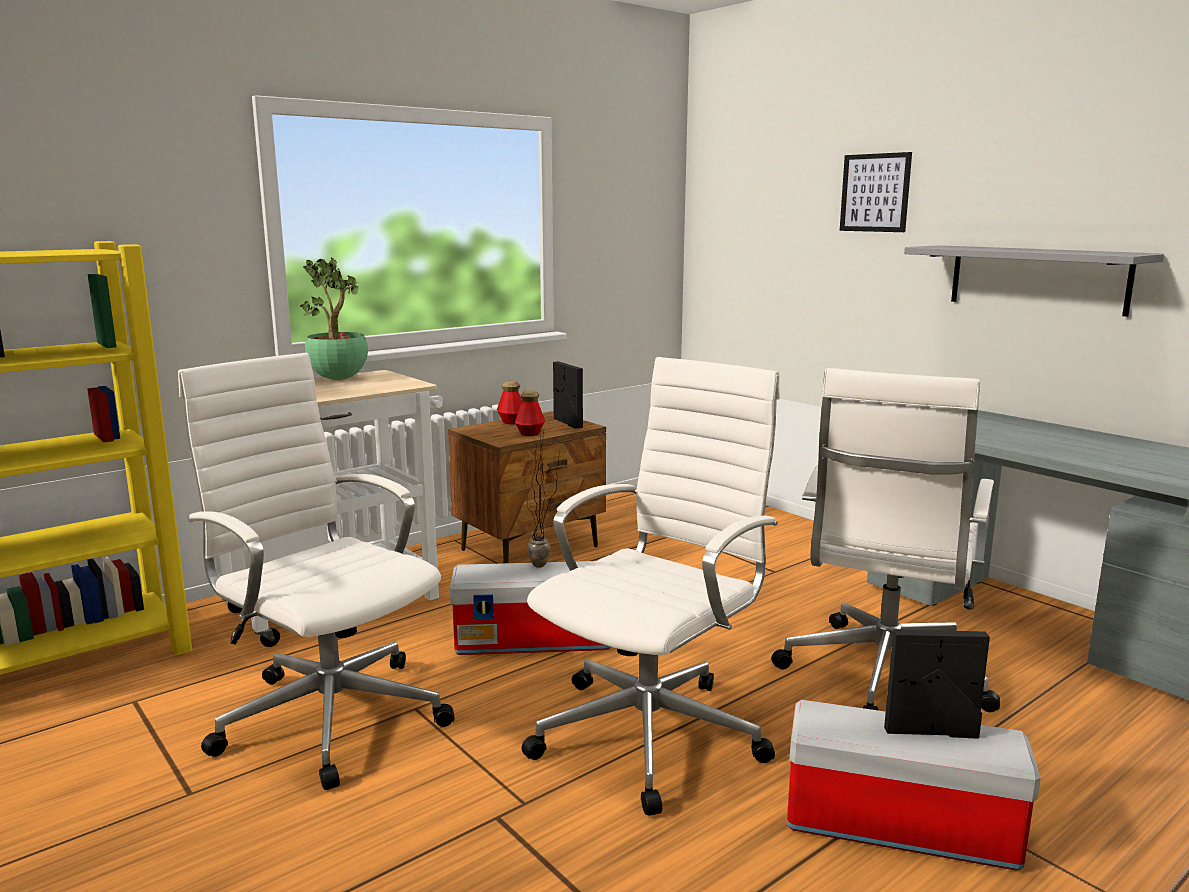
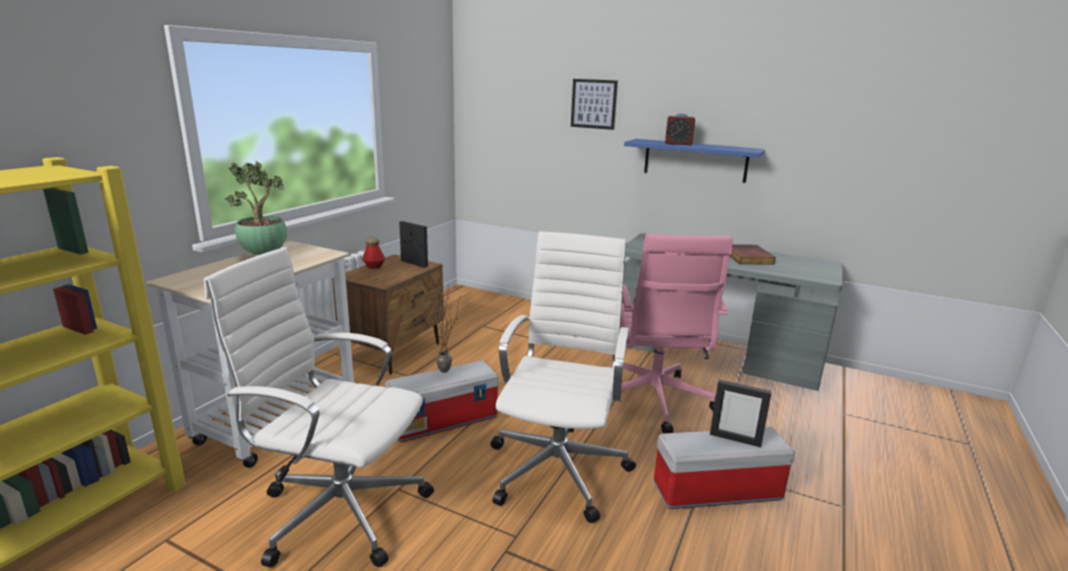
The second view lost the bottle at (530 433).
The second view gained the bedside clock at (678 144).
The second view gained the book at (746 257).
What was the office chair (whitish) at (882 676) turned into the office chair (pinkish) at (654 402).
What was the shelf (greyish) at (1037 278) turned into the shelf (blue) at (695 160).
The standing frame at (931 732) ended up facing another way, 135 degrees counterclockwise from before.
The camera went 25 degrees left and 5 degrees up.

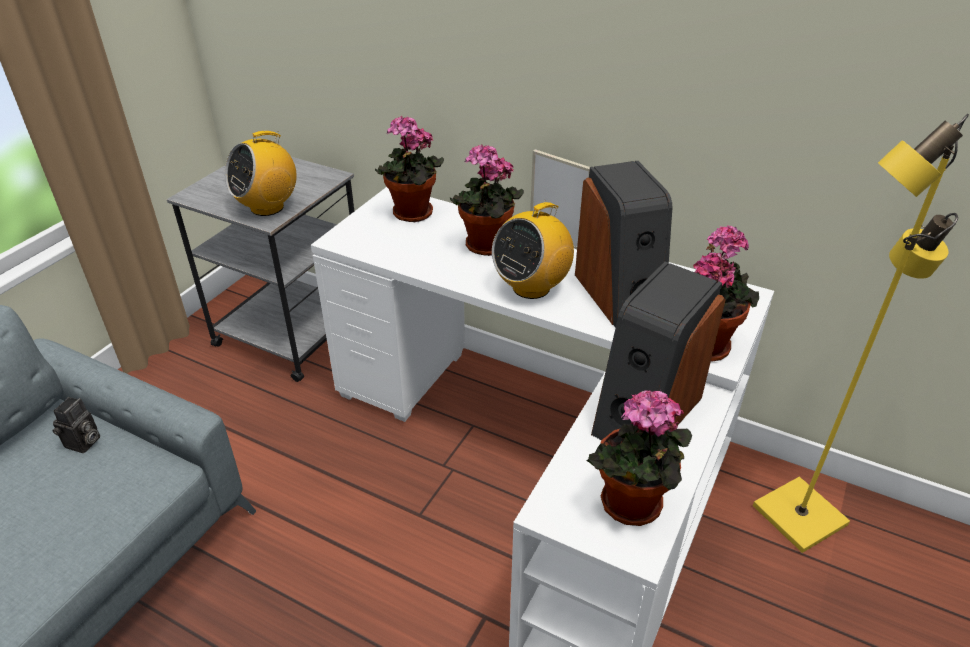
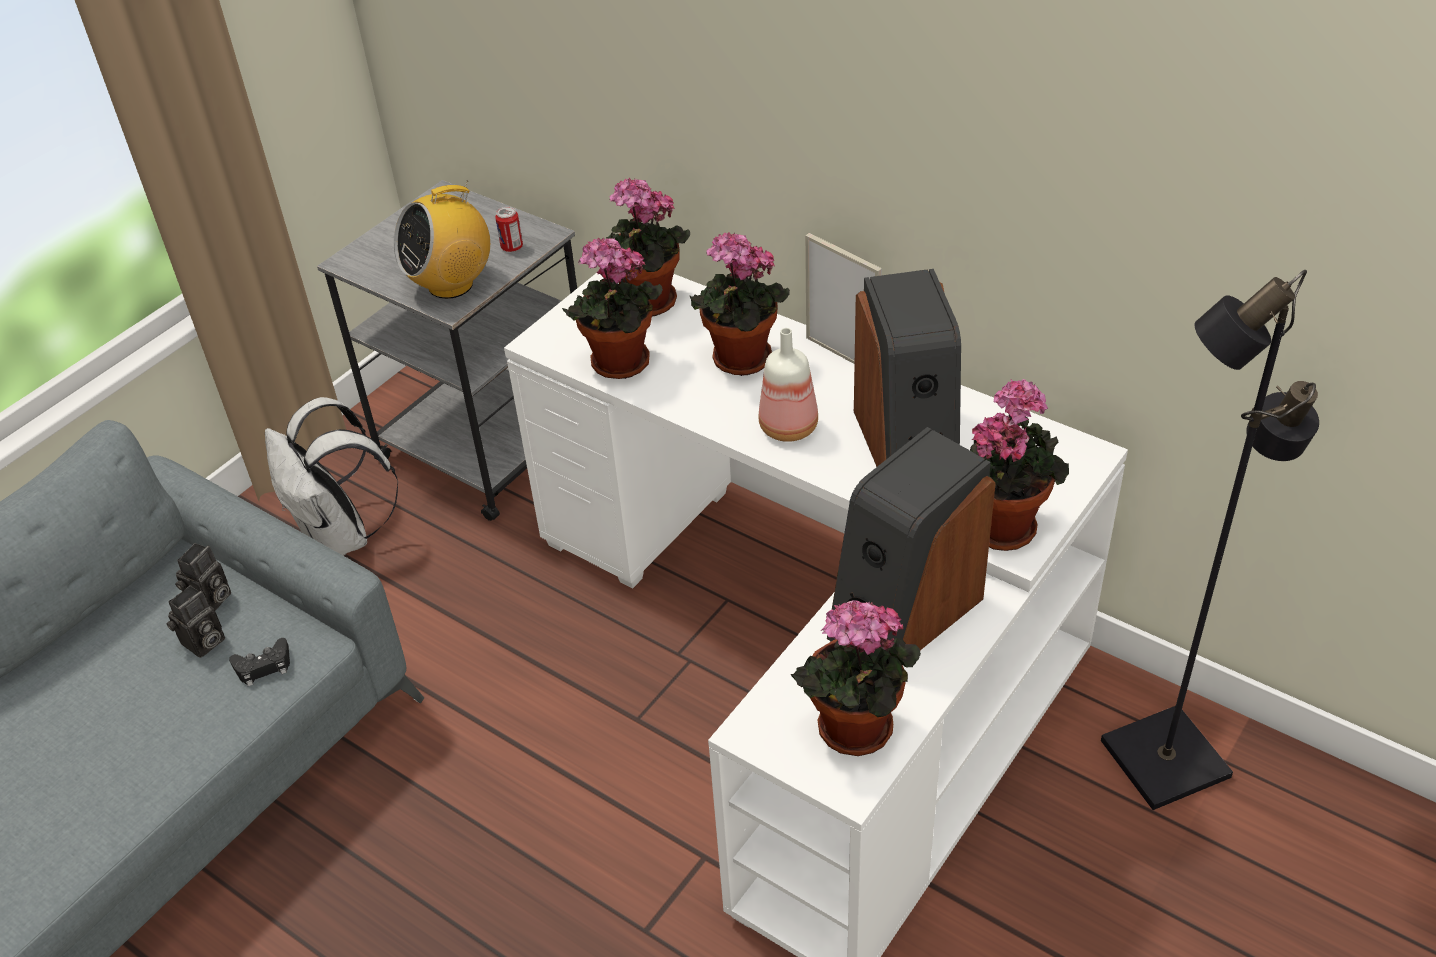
The second view gained the still camera at (203 644).
The second view gained the joypad (black) at (263 666).
The second view gained the rucksack (whitish) at (341 537).
The second view gained the metal can at (512 247).
The second view gained the potted plant at (618 366).
Where the radio stood at (531 287), the bottle came to stand at (790 427).
What was the standing lamp (yellow-coloured) at (800 515) turned into the standing lamp (black) at (1165 759).
The camera went 10 degrees right and 5 degrees up.

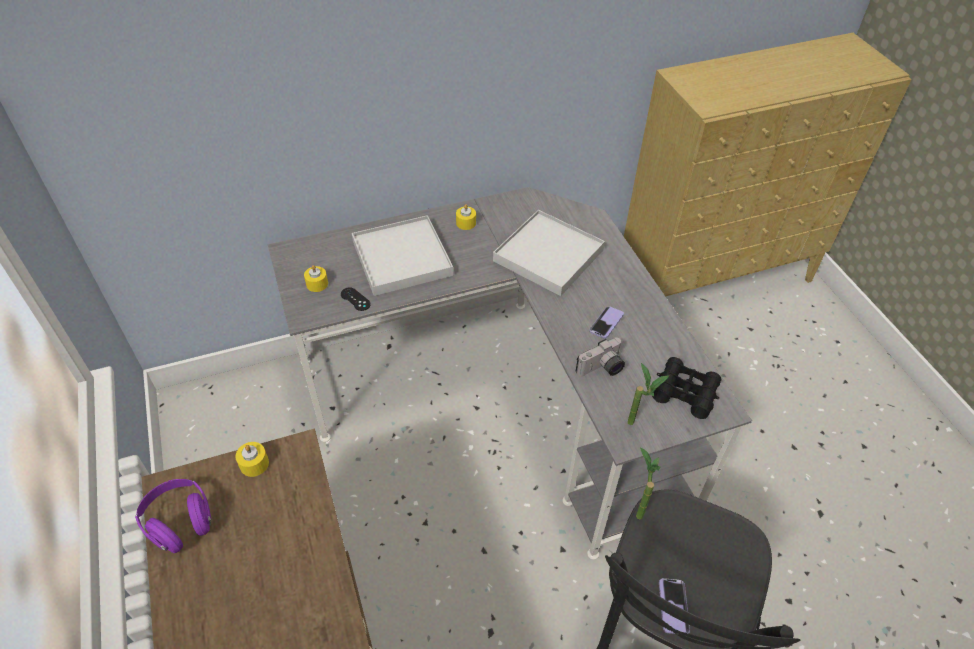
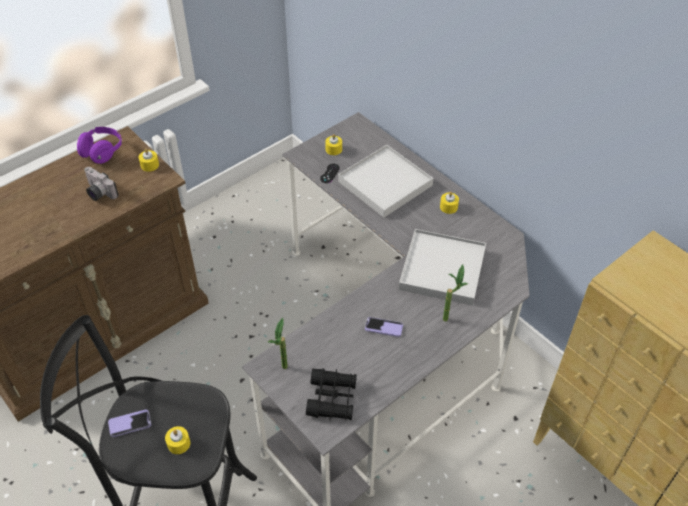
The second view gained the wax light (yellow-coloured) at (179 443).
The still camera ended up elsewhere, having gone from (601 369) to (98 193).
The potted plant ended up elsewhere, having gone from (636 509) to (449 316).
The camera went 70 degrees right and 0 degrees up.

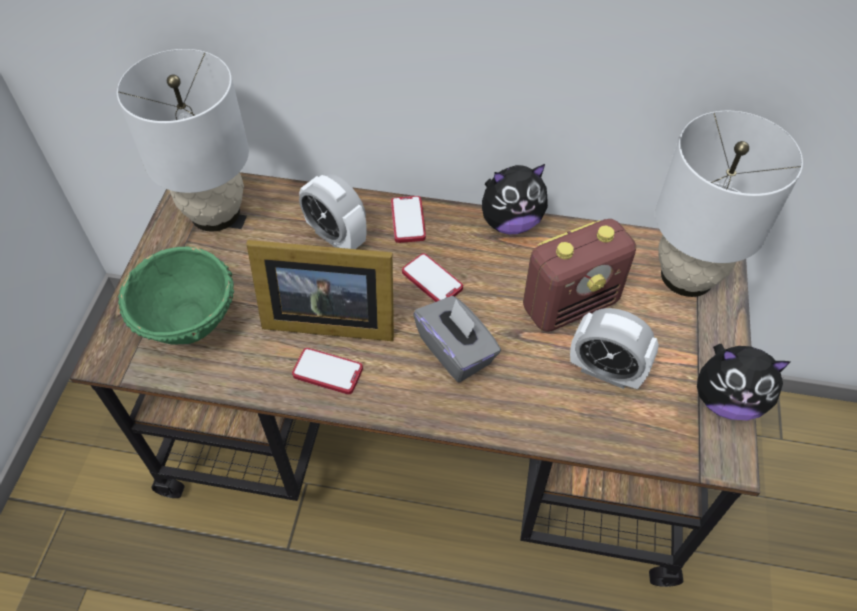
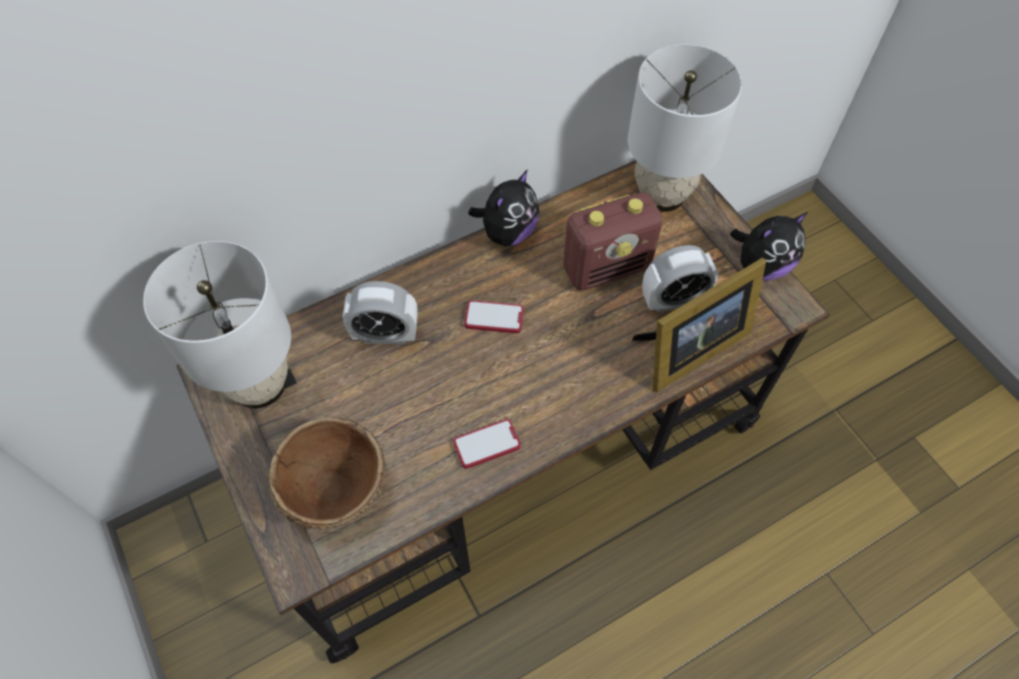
The second view lost the telephone at (408 220).
The second view lost the tissue box (greyish) at (456 351).
The standing frame ended up elsewhere, having gone from (326 318) to (689 350).
What was the deep dish (greenish) at (190 324) turned into the deep dish (brown) at (338 490).
The radio at (571 304) ended up facing another way, 45 degrees clockwise from before.
The camera went 40 degrees left and 5 degrees up.

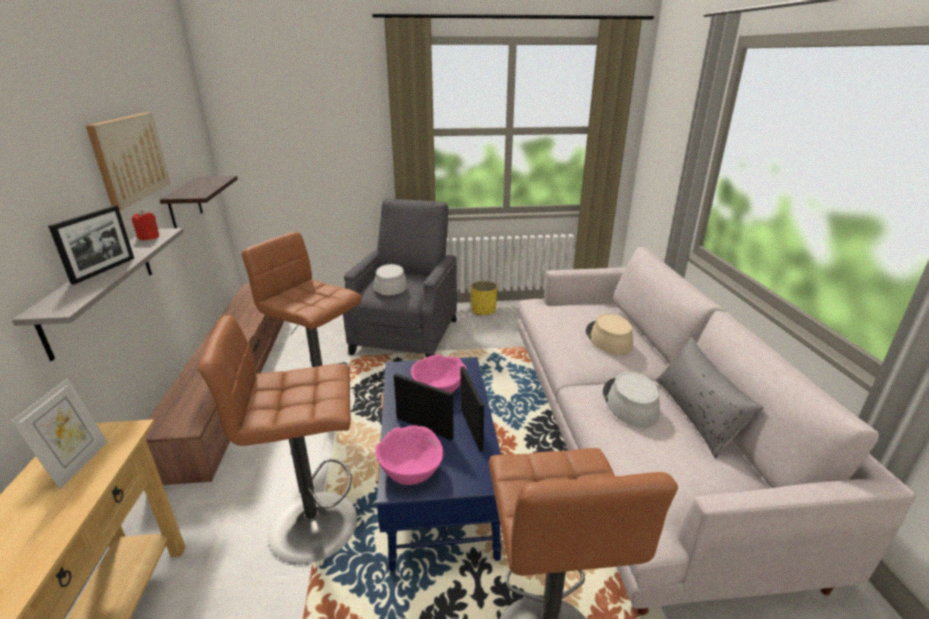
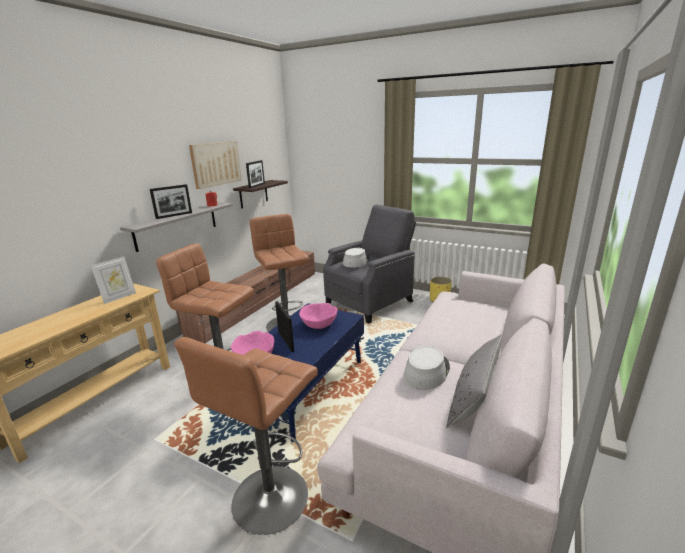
The second view lost the wearable hat (sand-coloured) at (608 338).
The standing frame ended up elsewhere, having gone from (471 428) to (257 186).
The camera went 35 degrees right and 5 degrees down.

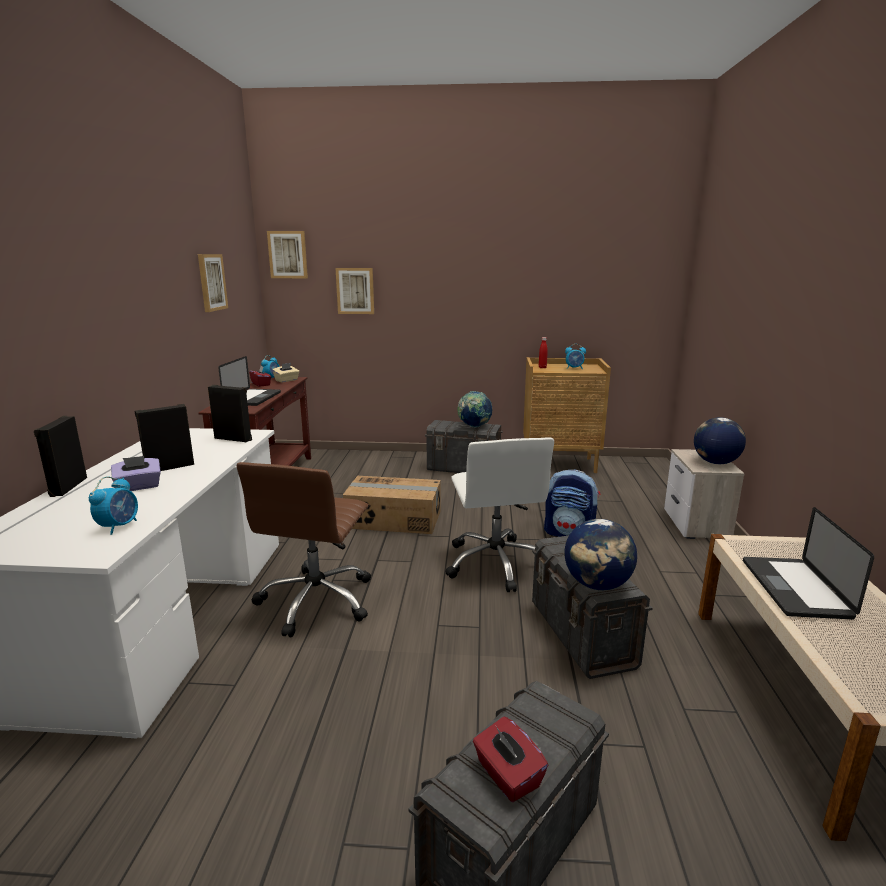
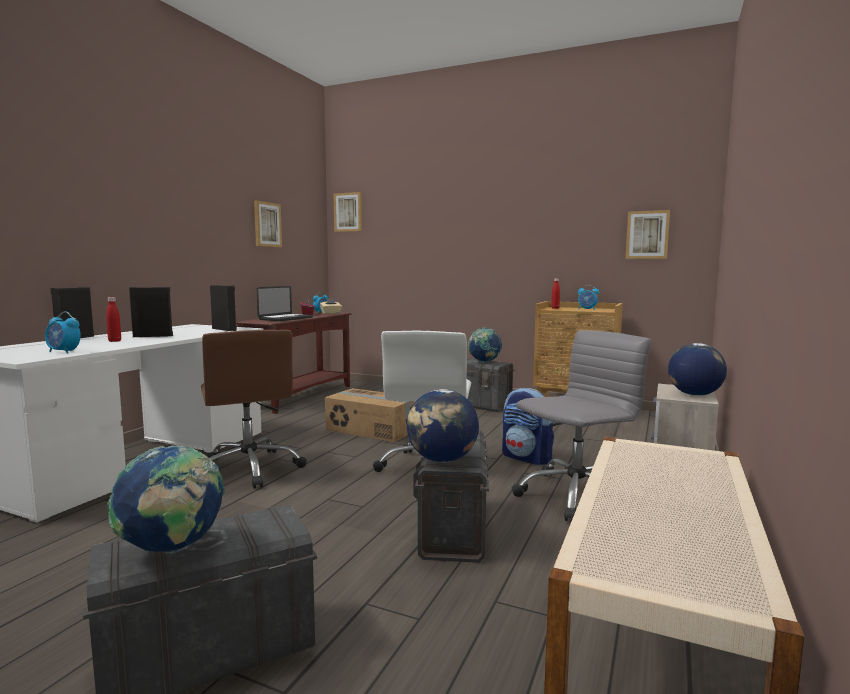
The second view lost the notebook computer at (795 588).
The second view gained the office chair (greyish) at (576 495).
The picture ended up elsewhere, having gone from (355 291) to (647 235).
Where the tissue box (purplish) stood at (139 487), the bottle (reddish) came to stand at (114 341).
Where the tissue box (reddish) stood at (507 775), the world globe came to stand at (172 549).
The bedside clock at (119 526) ended up facing another way, 75 degrees clockwise from before.
The office chair (brown) at (316 601) ended up facing another way, 60 degrees counterclockwise from before.
The camera went 20 degrees right and 10 degrees down.

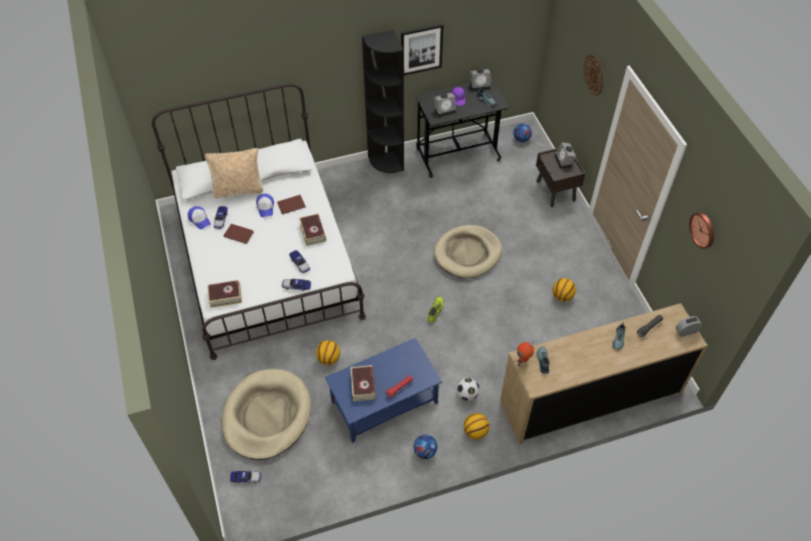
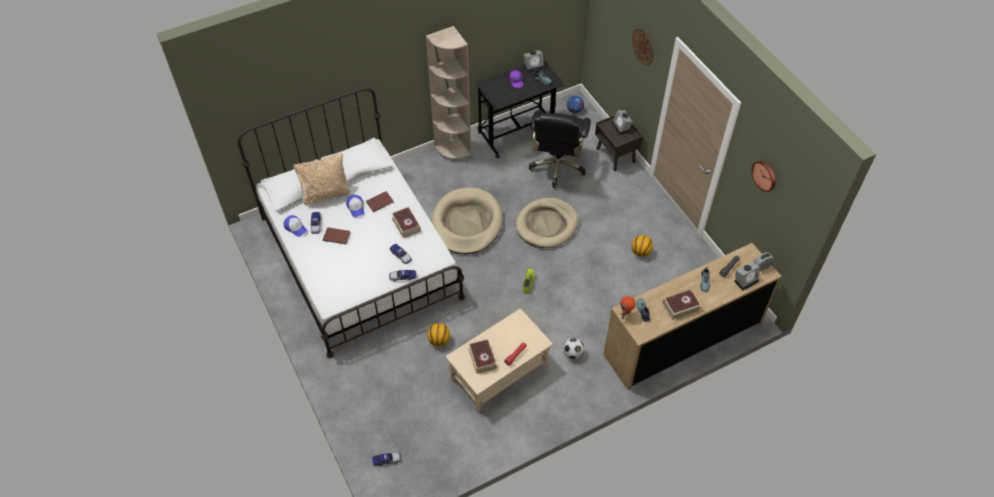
The second view lost the picture at (421 49).
The second view lost the football ball at (425 451).
The second view lost the ball for basketball at (475 432).
The second view gained the office chair (black) at (556 167).
The book ended up elsewhere, having gone from (225 296) to (681 307).
The dog bed (sand-coloured) ended up elsewhere, having gone from (267 416) to (467 223).
The bedside clock ended up elsewhere, having gone from (445 110) to (746 280).
What was the coffee table (blue) at (383 403) turned into the coffee table (sand-coloured) at (498 373).
What was the bookshelf (black) at (386 165) turned into the bookshelf (sand-coloured) at (453 152).
The camera went 10 degrees left and 0 degrees up.

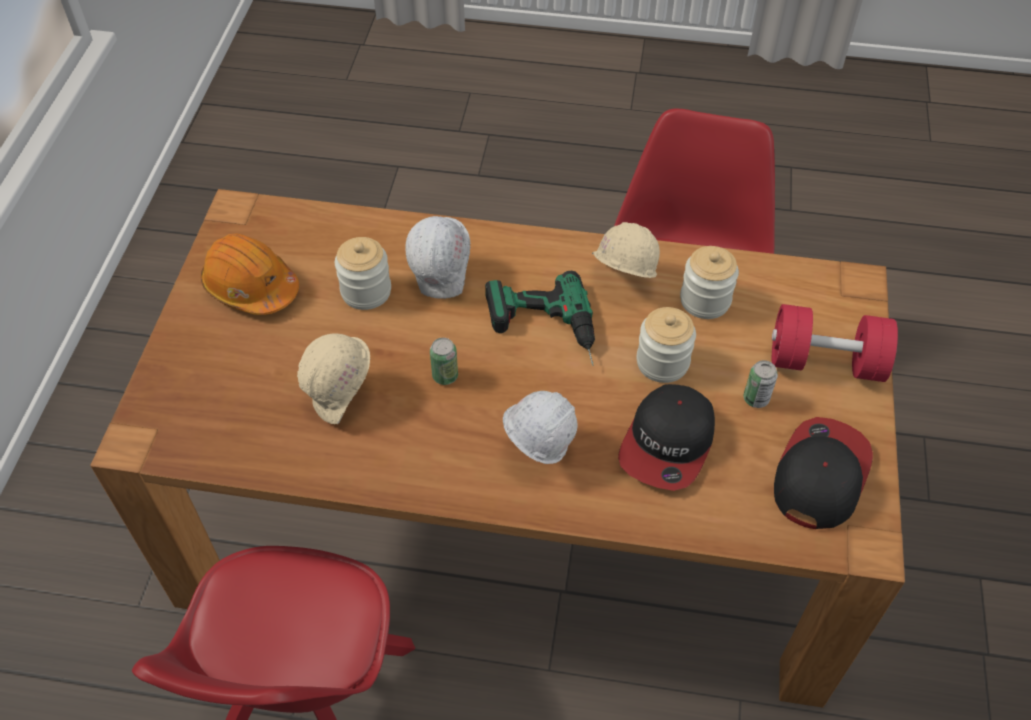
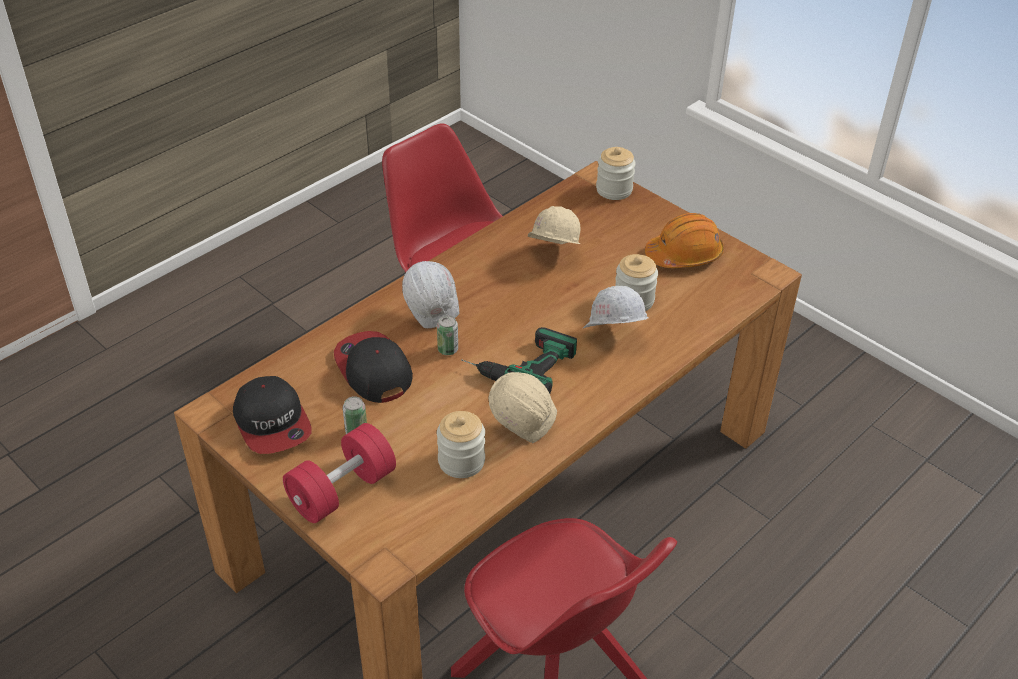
The metal can ended up elsewhere, having gone from (445 376) to (448 349).
The preserve jar ended up elsewhere, having gone from (662 362) to (614 190).
The camera went 125 degrees right and 10 degrees down.

